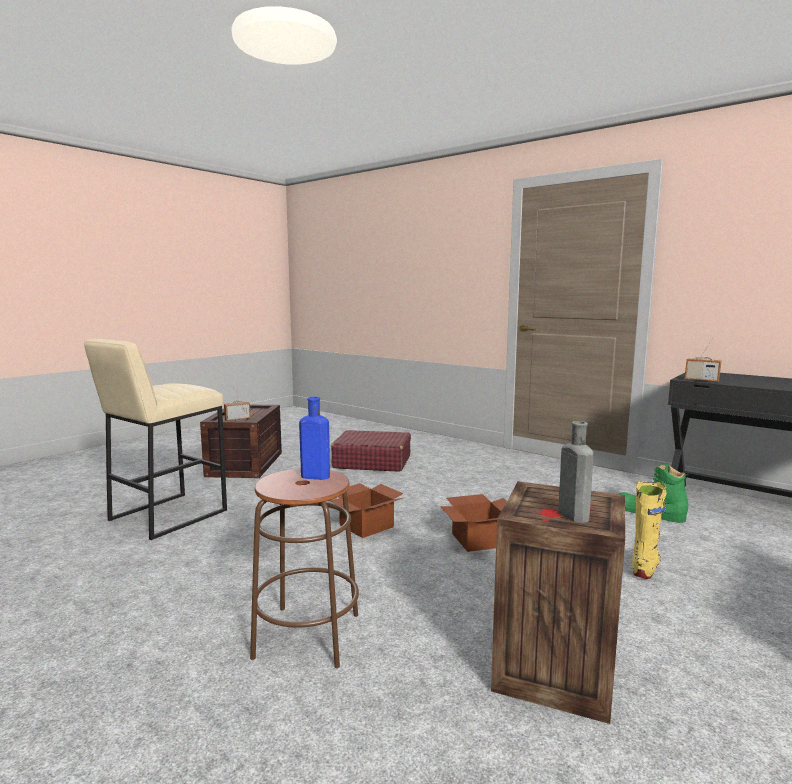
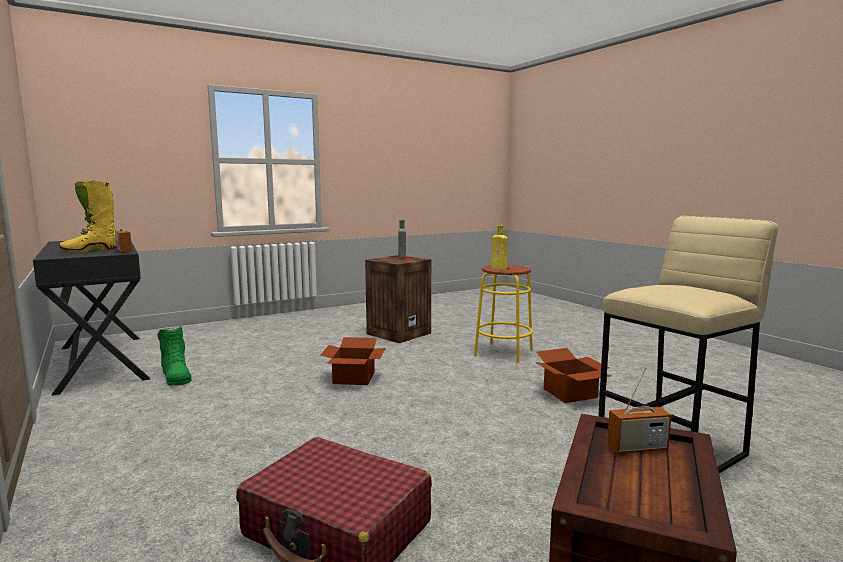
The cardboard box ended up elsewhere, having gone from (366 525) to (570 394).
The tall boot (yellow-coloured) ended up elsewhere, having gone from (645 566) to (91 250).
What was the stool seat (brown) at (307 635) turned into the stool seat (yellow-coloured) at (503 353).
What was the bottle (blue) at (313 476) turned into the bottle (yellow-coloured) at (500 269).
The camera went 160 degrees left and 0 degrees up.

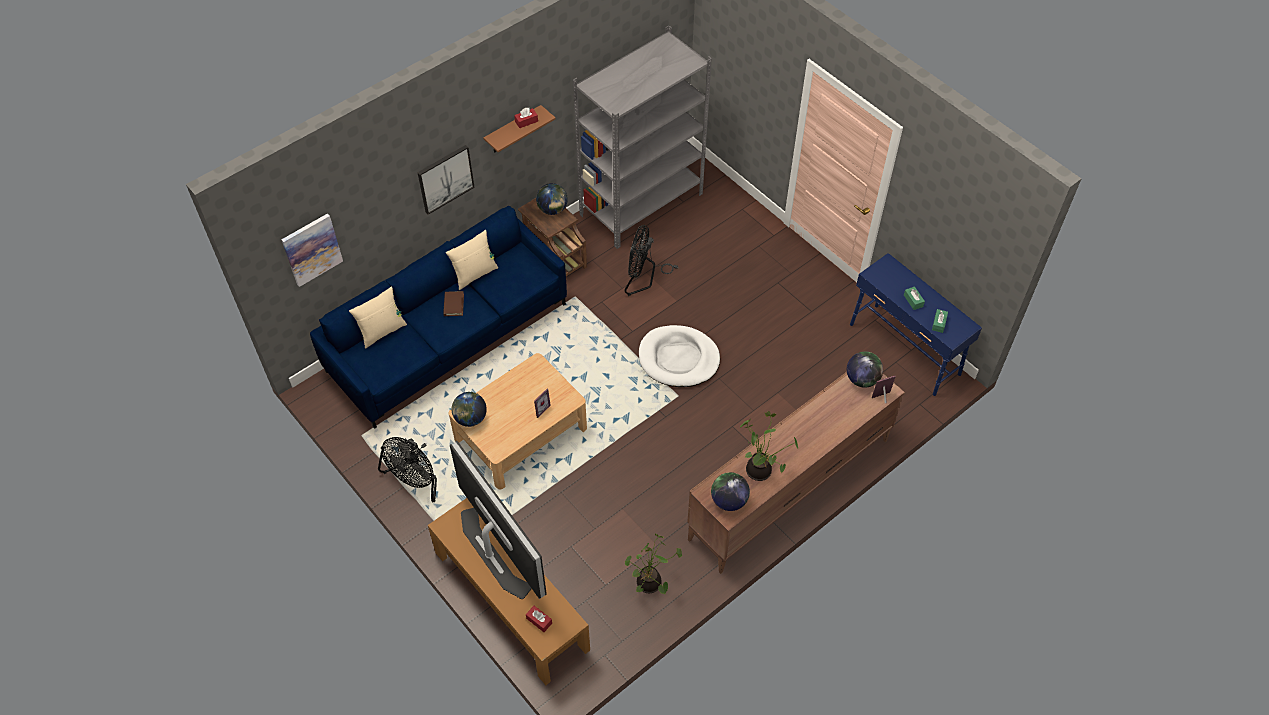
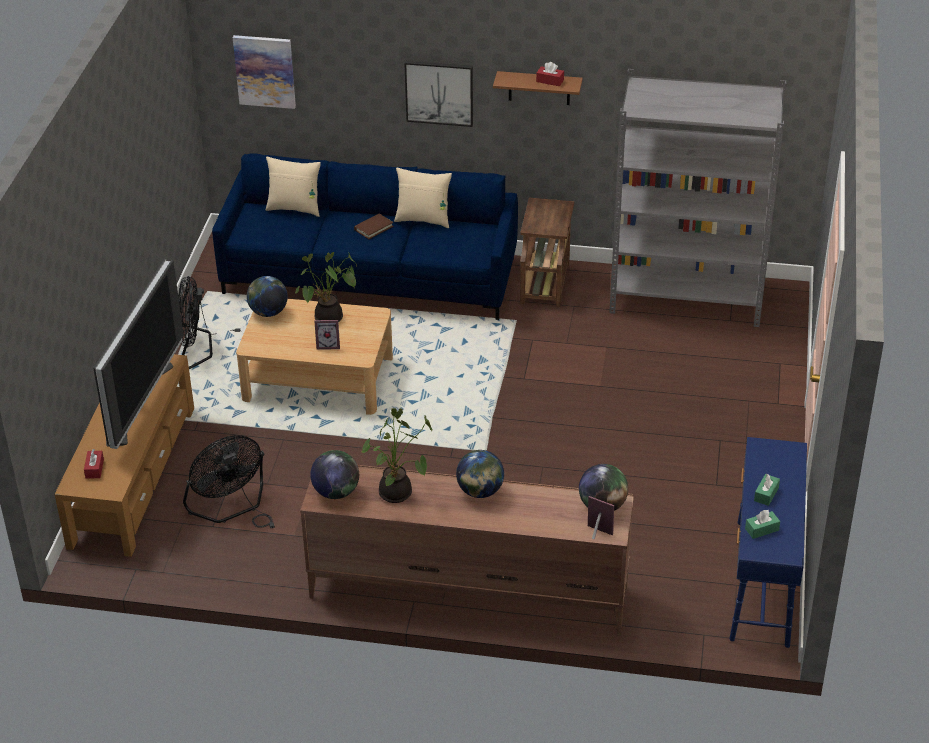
The second view lost the dog bed (whitish) at (678 359).
The world globe ended up elsewhere, having gone from (552 209) to (480 491).
The electric fan (black) ended up elsewhere, having gone from (644 273) to (236 507).
The potted plant ended up elsewhere, having gone from (650 584) to (328 320).
The camera went 50 degrees right and 15 degrees down.

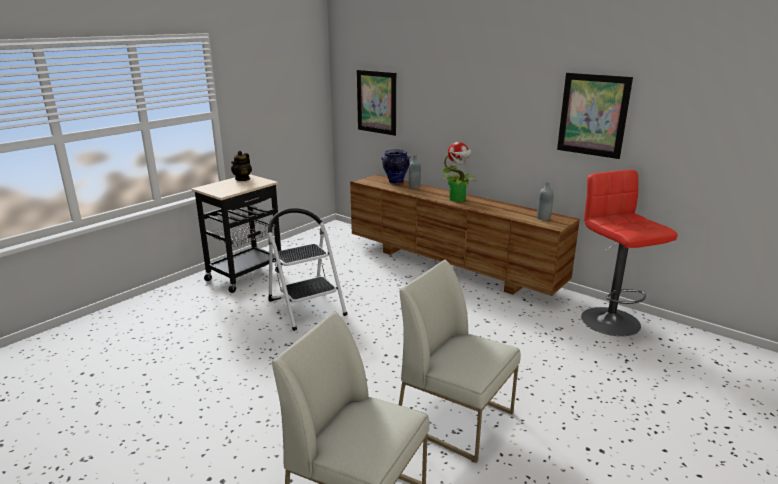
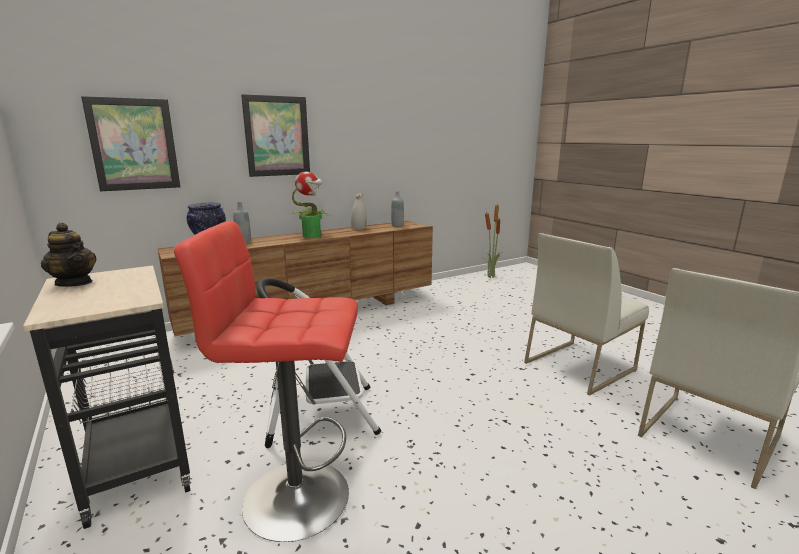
The second view gained the decorative vase (whitish) at (359 228).
The second view gained the potted plant at (491 276).
The picture ended up elsewhere, having gone from (593 115) to (277 136).
The stool seat (reddish) ended up elsewhere, having gone from (610 321) to (295 497).
The camera went 70 degrees left and 5 degrees down.

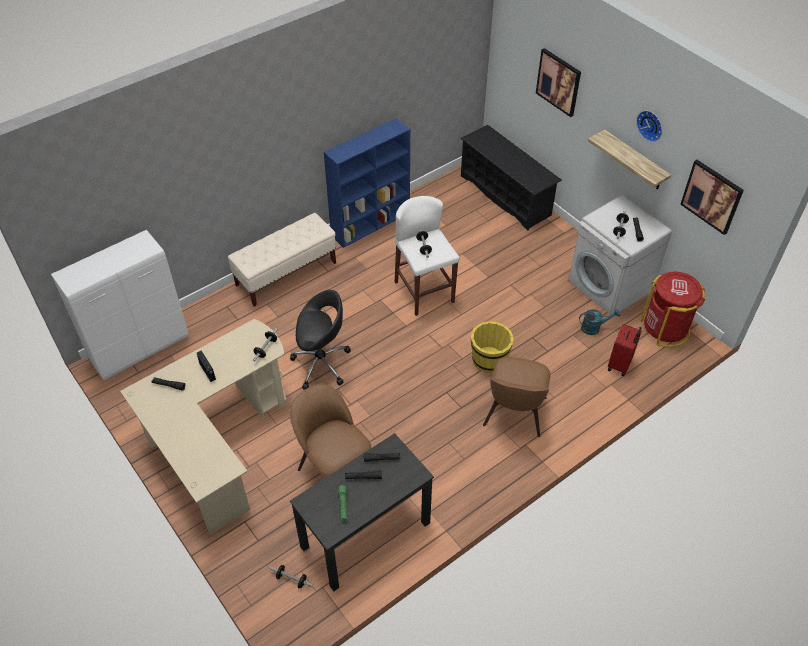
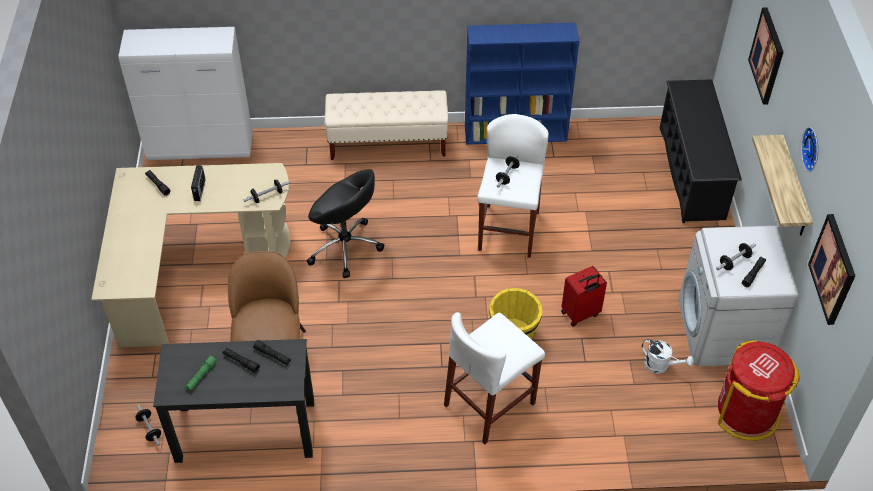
The suitcase (reddish) ended up elsewhere, having gone from (620 364) to (580 314).
Where the chair (brown) stood at (514 414), the stool seat (whitish) came to stand at (490 404).
What was the watering can (turquoise) at (594 327) turned into the watering can (whitish) at (661 366).
The camera went 35 degrees right and 0 degrees up.

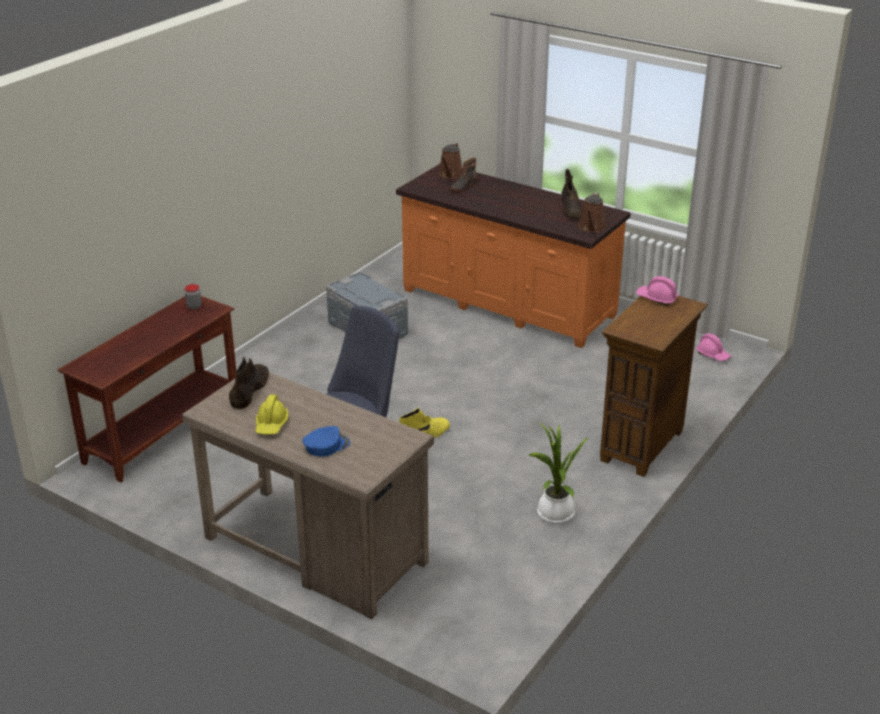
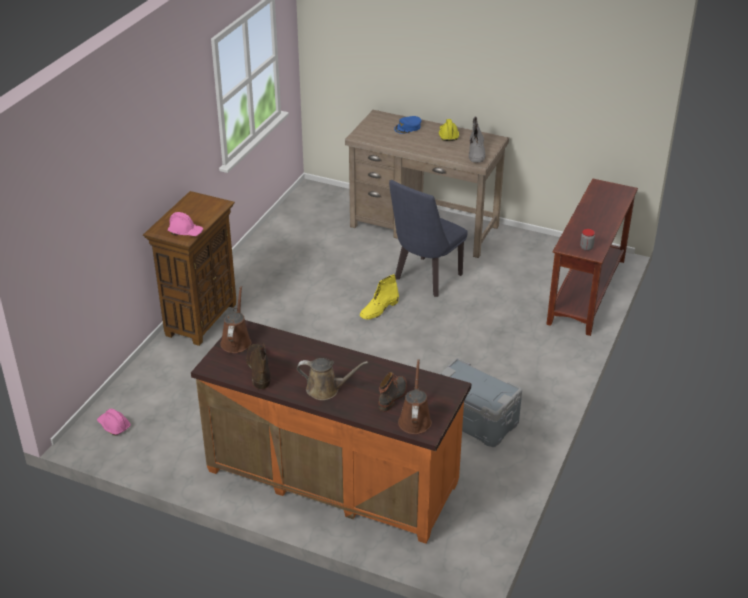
The second view lost the potted plant at (554 515).
The second view gained the watering can (brown) at (326 389).
What was the tall boot (brown) at (250 390) turned into the tall boot (greyish) at (476 153).
The camera went 170 degrees right and 5 degrees up.

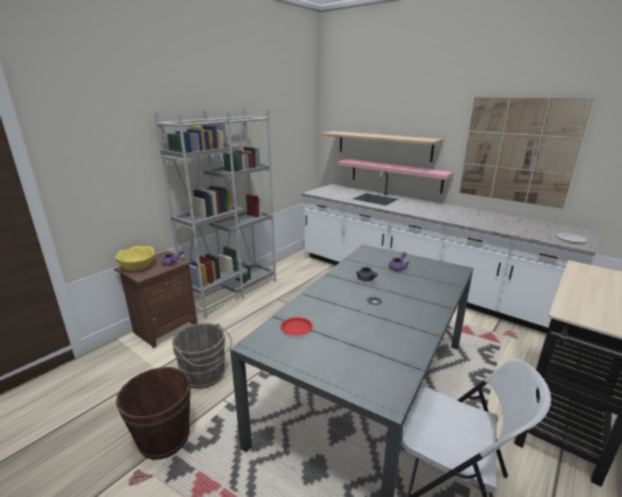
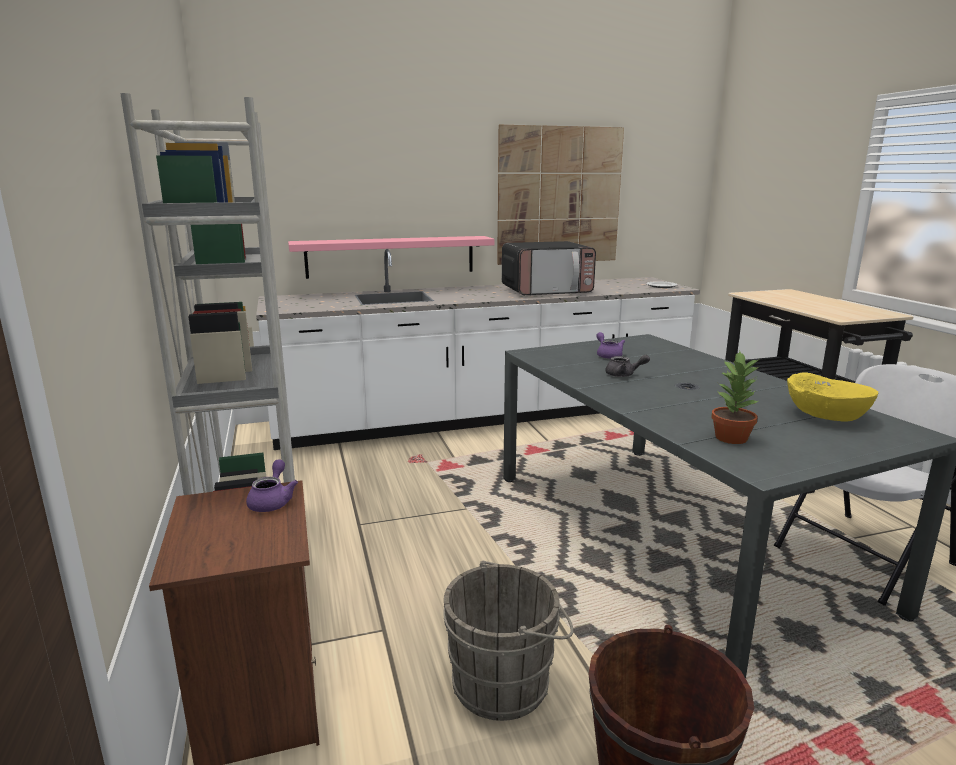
The second view lost the shelf at (383 145).
The second view gained the kitchen microwave at (547 291).
The deep dish (yellow-coloured) ended up elsewhere, having gone from (138 266) to (826 415).
Where the plate (reddish) stood at (297 328), the potted plant came to stand at (732 438).
The camera went 55 degrees left and 5 degrees down.

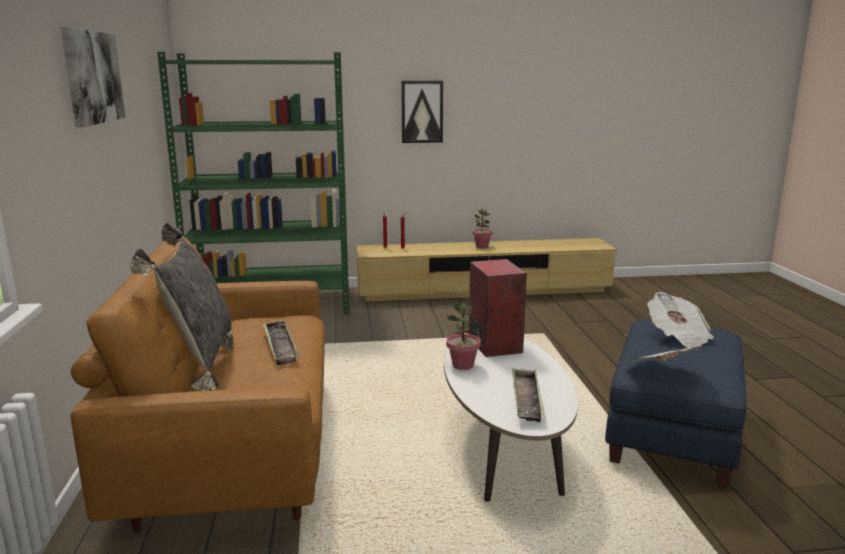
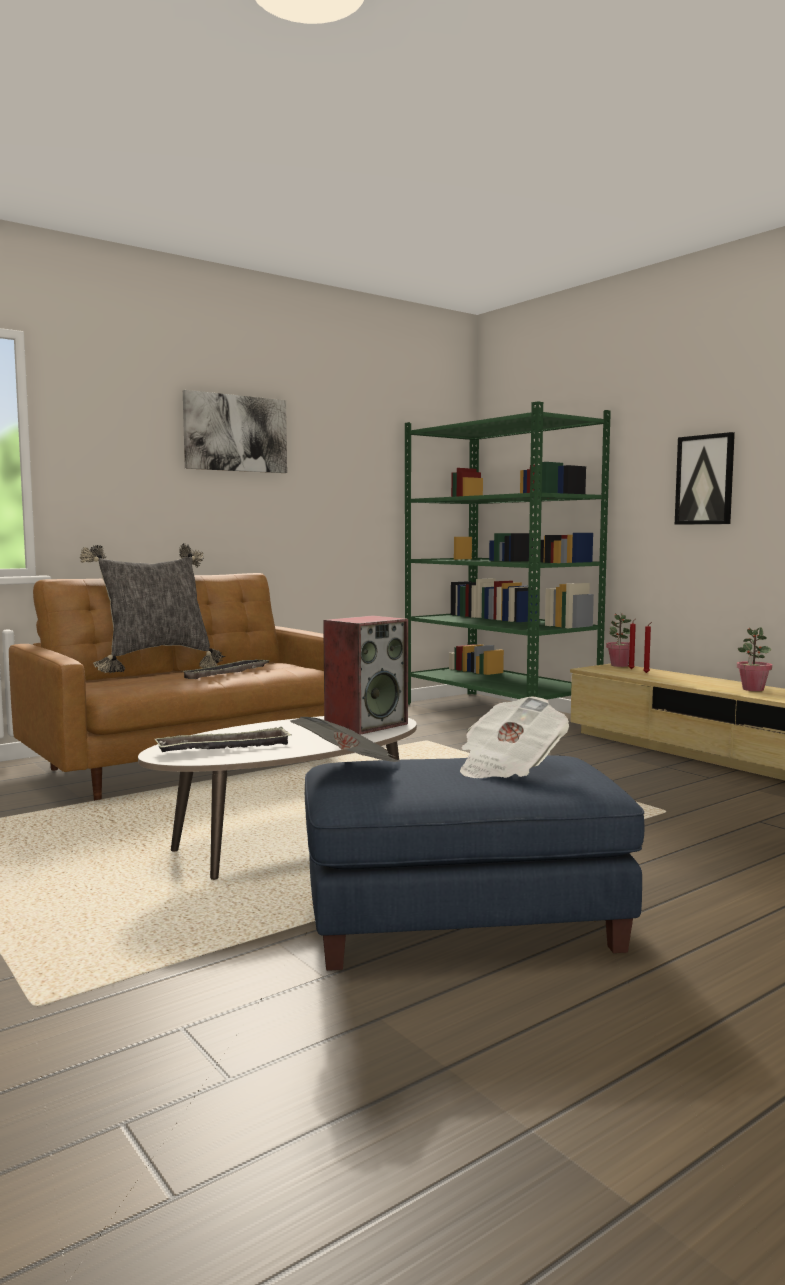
The potted plant ended up elsewhere, having gone from (463 365) to (619 665).
The camera went 60 degrees right and 10 degrees down.

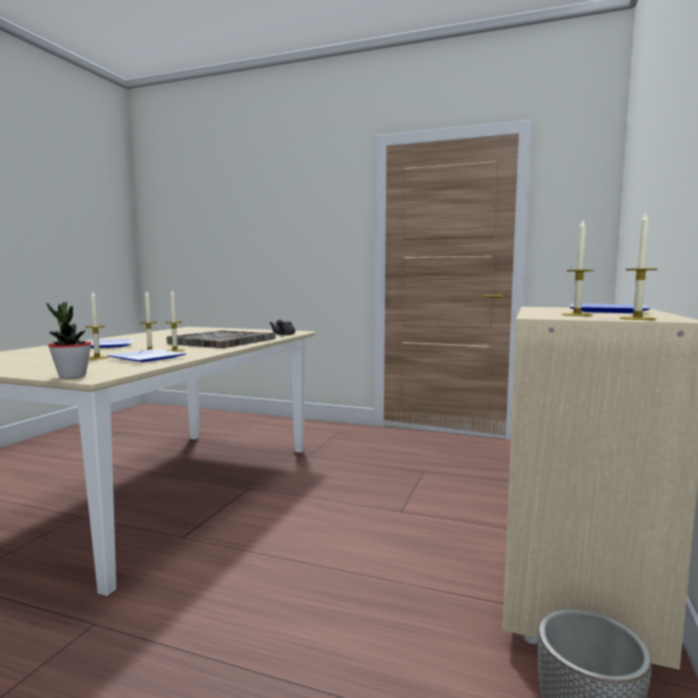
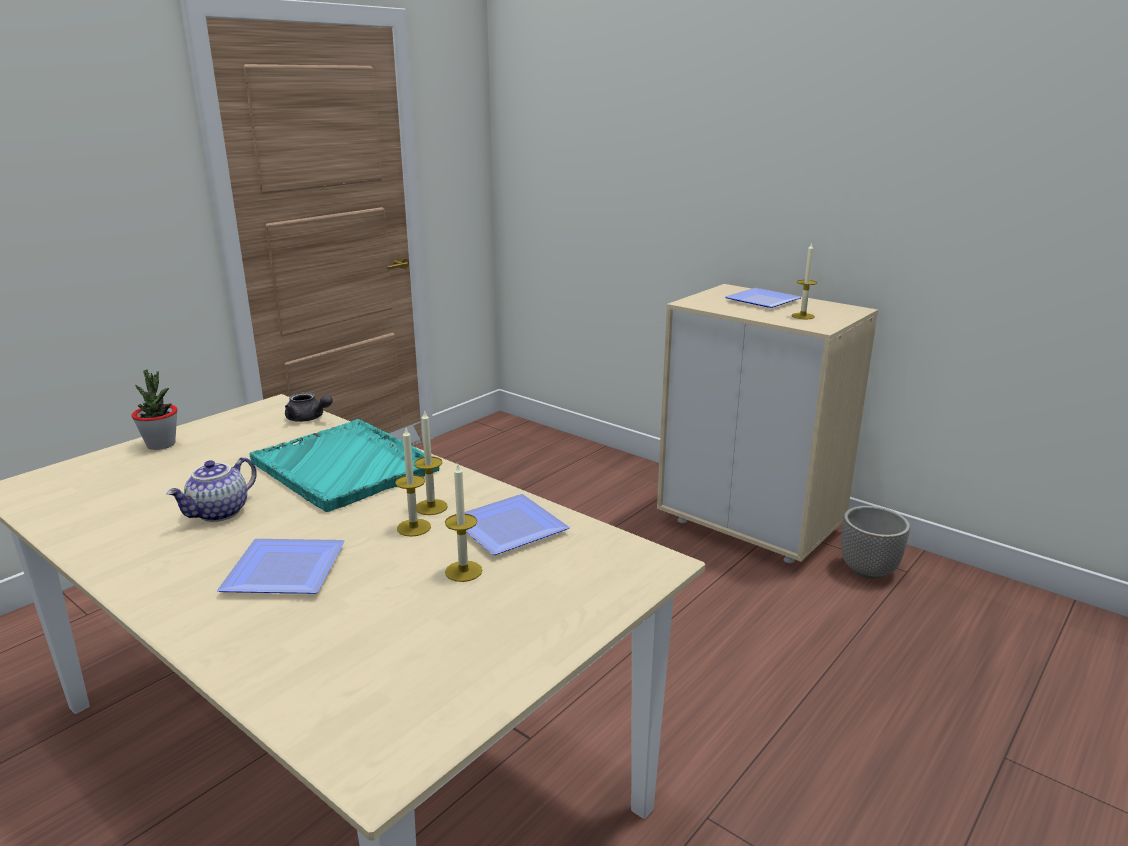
The second view lost the wax light at (637 318).
The second view gained the teapot at (219 513).
The potted plant ended up elsewhere, having gone from (72 376) to (161 445).
What was the carrying tray (greyish) at (222 341) turned into the carrying tray (turquoise) at (345 467).
The camera went 70 degrees left and 15 degrees up.

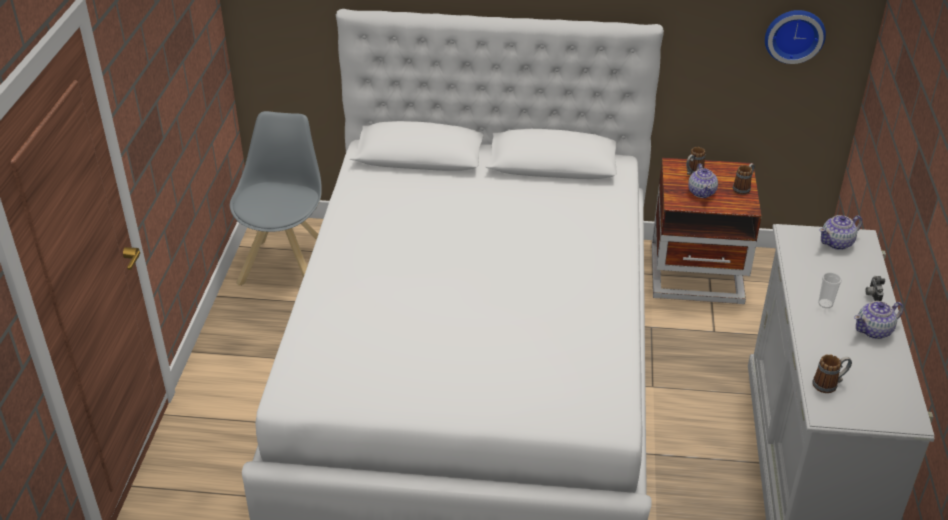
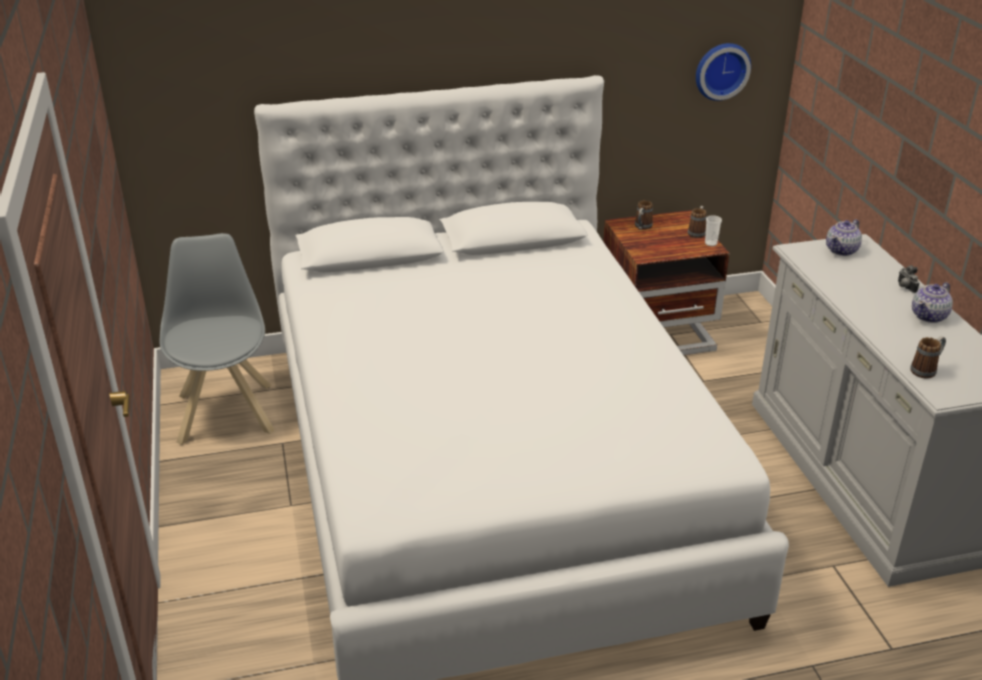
The second view lost the teapot at (702 192).
The drinking cup ended up elsewhere, having gone from (825 304) to (711 243).
The camera went 20 degrees left and 5 degrees down.

